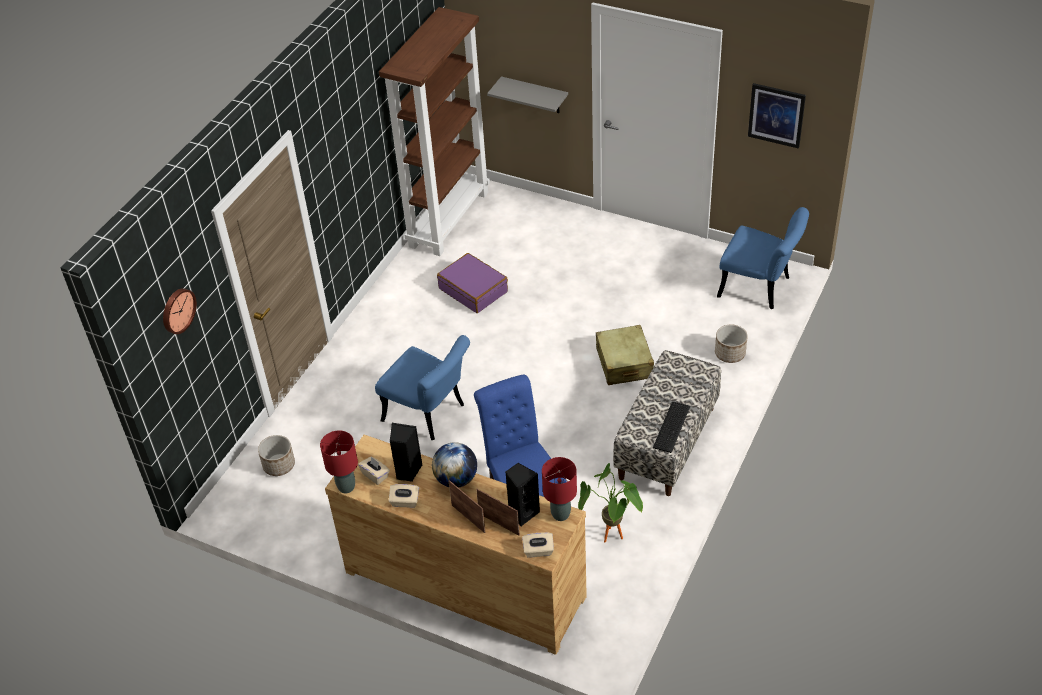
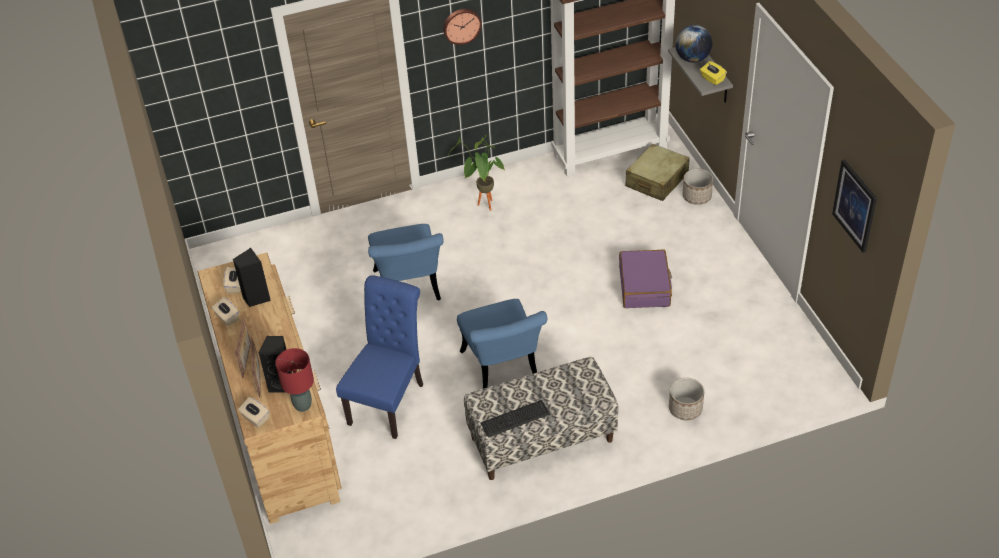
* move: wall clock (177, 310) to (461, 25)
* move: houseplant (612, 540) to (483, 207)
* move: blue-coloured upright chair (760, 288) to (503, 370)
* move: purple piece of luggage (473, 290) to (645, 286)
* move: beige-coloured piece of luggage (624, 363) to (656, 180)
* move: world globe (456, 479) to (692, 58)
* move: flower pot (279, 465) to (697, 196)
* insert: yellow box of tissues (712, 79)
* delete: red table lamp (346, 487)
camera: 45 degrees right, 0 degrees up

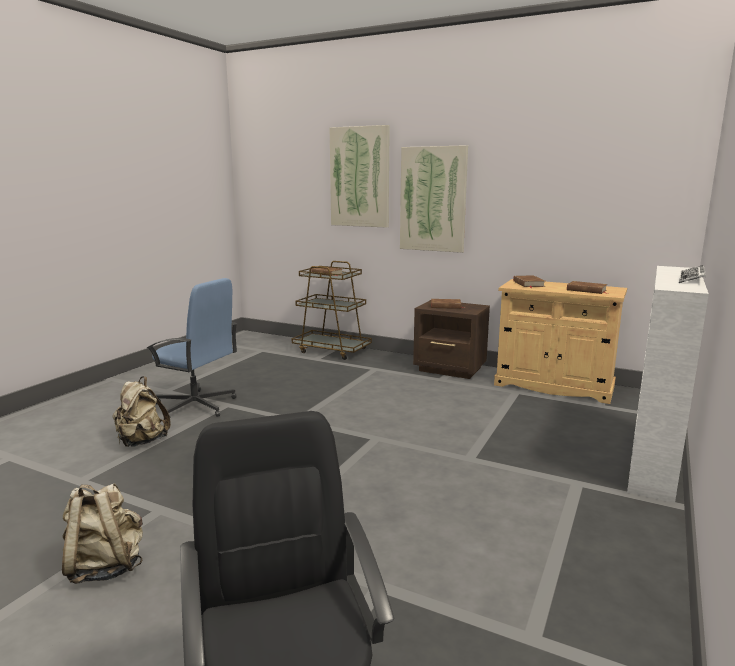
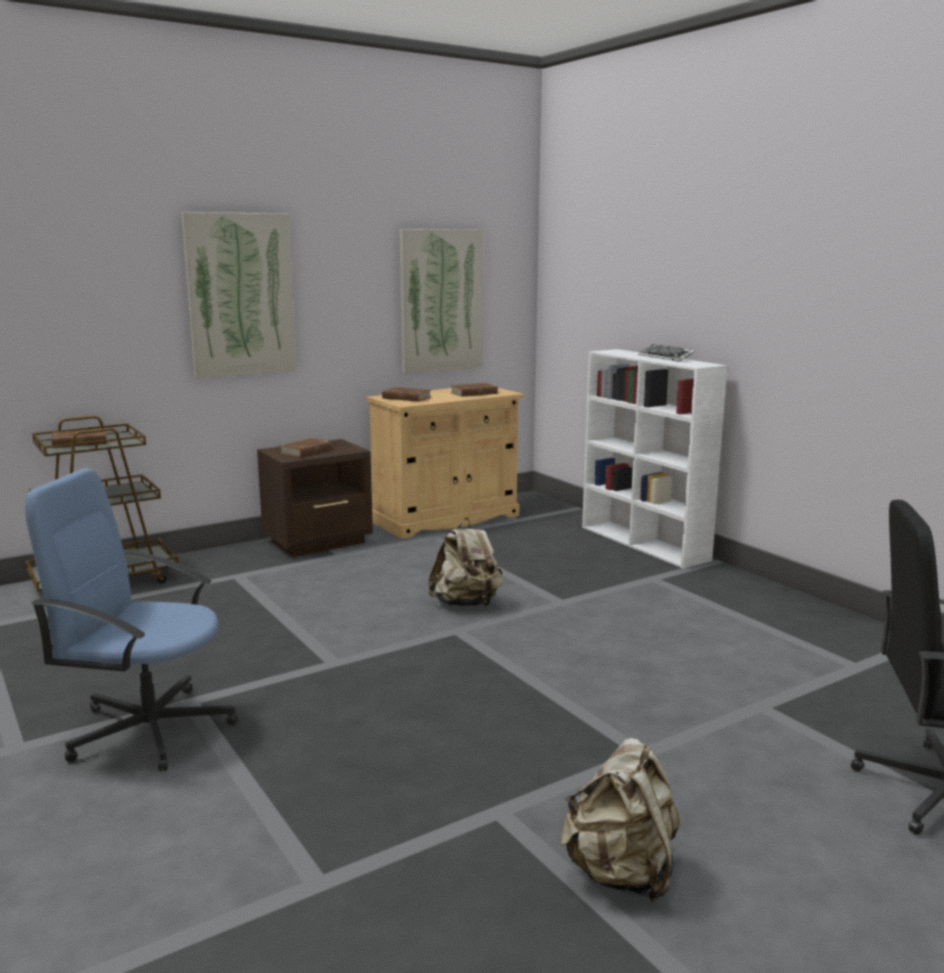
* rotate: blue-coloured office chair (196, 406) = (148, 729) 135 degrees counterclockwise
* move: wall picture (359, 177) to (441, 301)
* move: beige-coloured rucksack (141, 442) to (466, 604)
camera: 60 degrees left, 0 degrees up

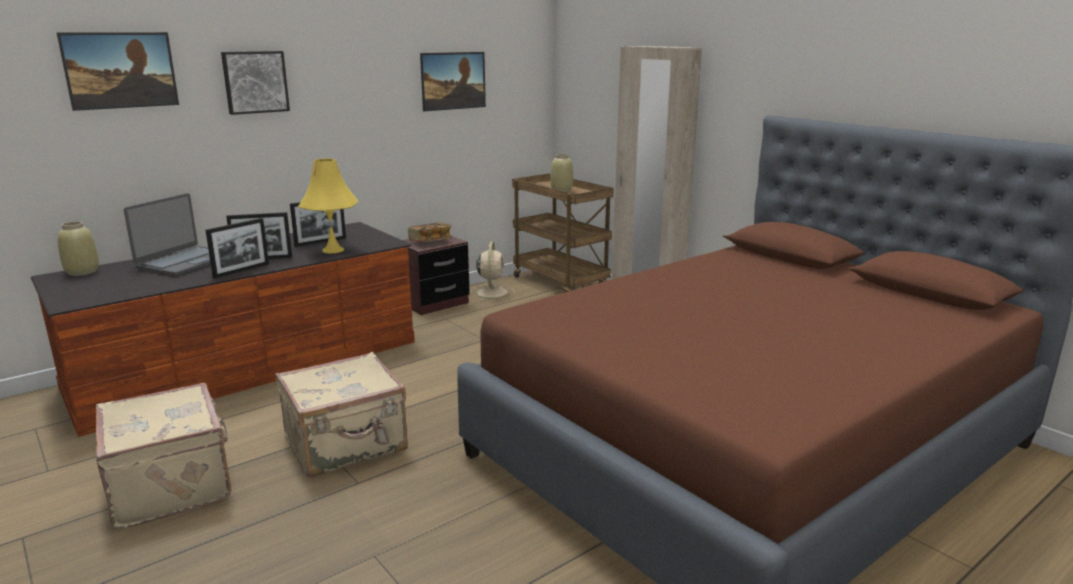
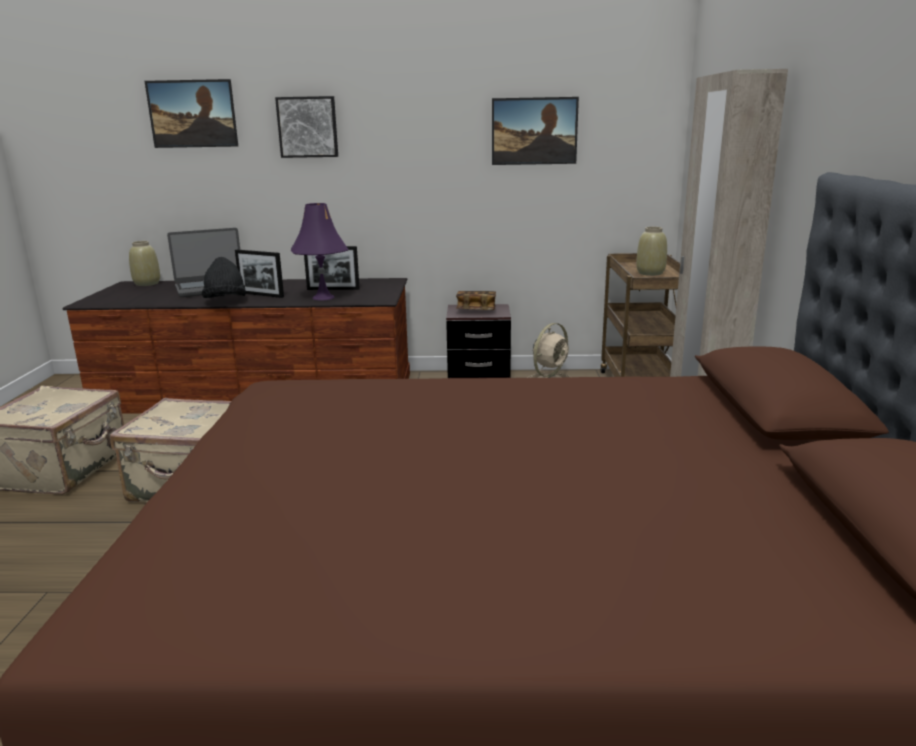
* replace: standing frame (241, 270) to black hat (225, 301)
* recolor: yellow table lamp (333, 250) to purple table lamp (323, 297)
camera: 40 degrees right, 0 degrees up

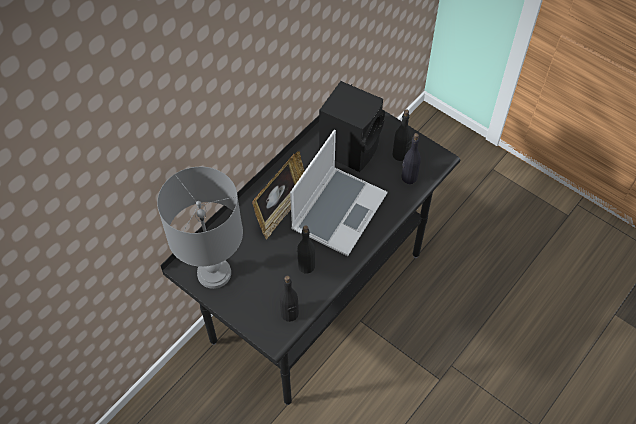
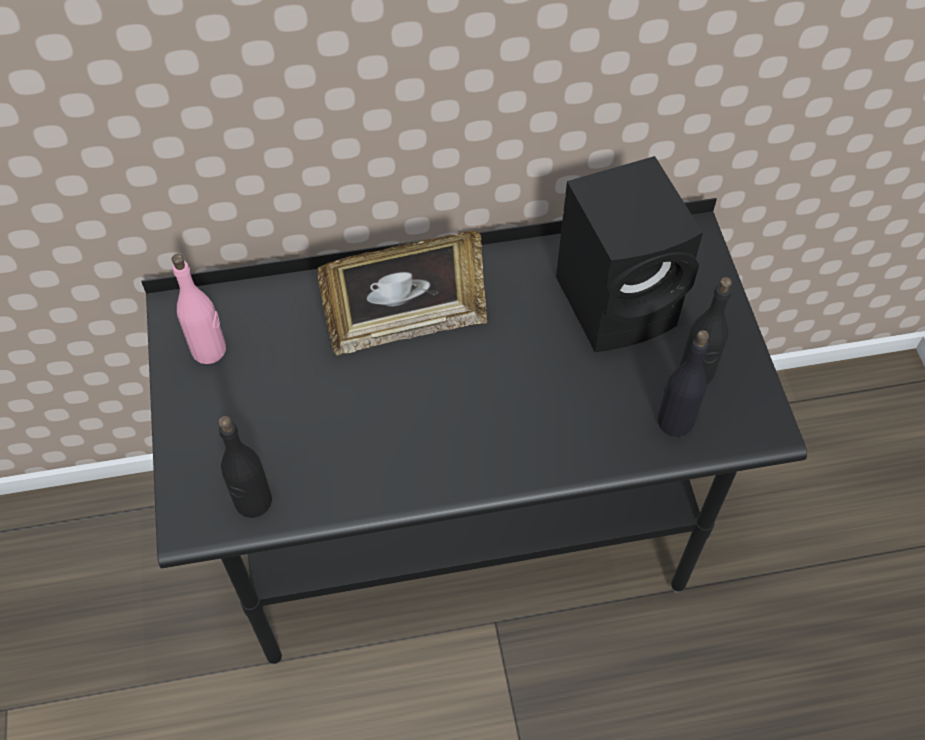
* replace: grey table lamp (213, 273) to pink bottle (209, 350)
* delete: notebook computer (338, 210)
* delete: black bottle (306, 266)
camera: 40 degrees right, 0 degrees up

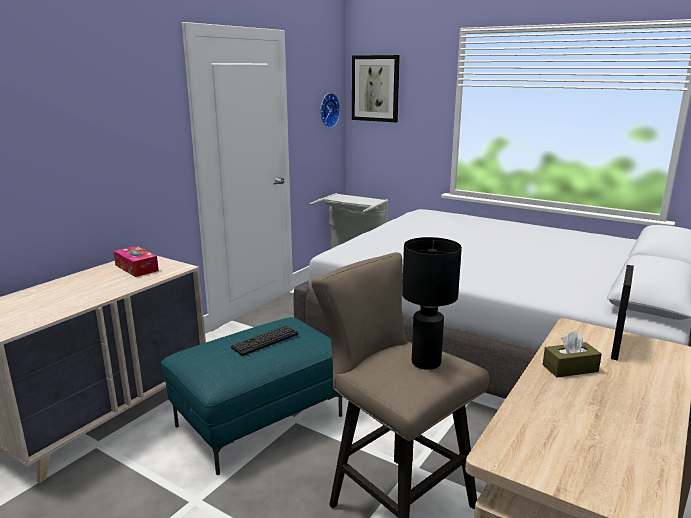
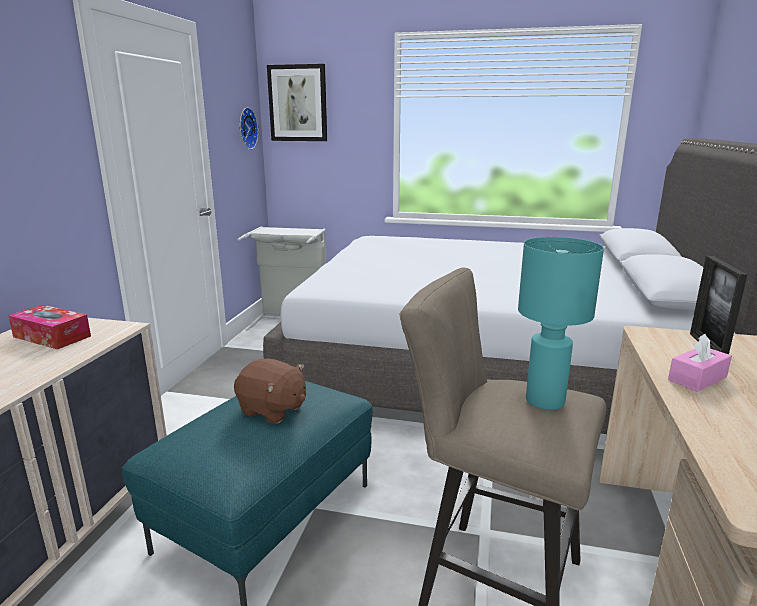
* replace: PC keyboard (265, 341) to brown soft toy (272, 410)
* recolor: black table lamp (425, 363) to turquoise-coloured table lamp (544, 401)
* recolor: brown box of tissues (570, 368) to pink box of tissues (697, 378)
camera: 20 degrees left, 0 degrees up

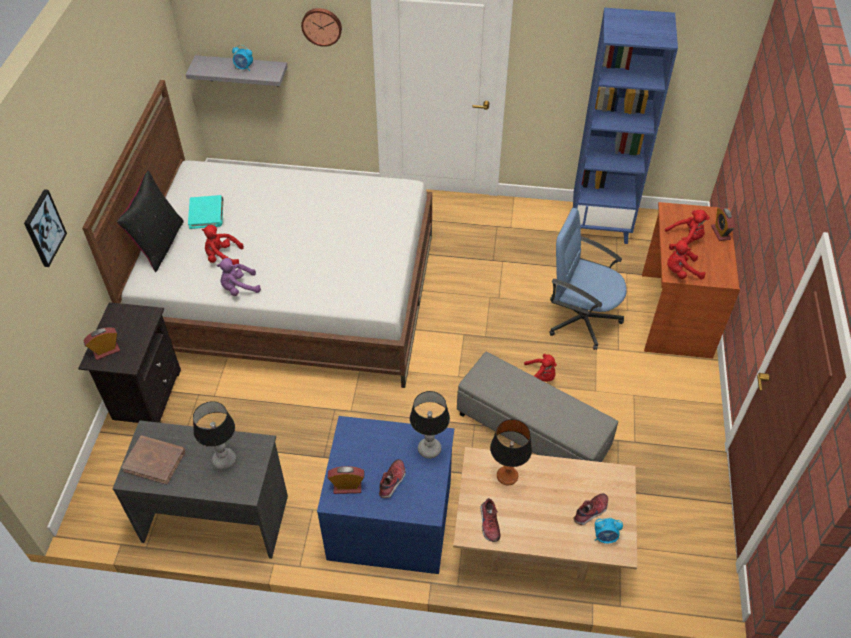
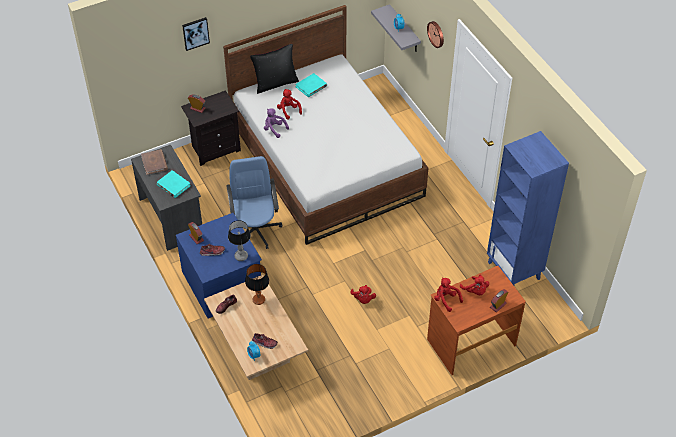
* replace: table lamp (224, 460) to turquoise-coloured bound book (173, 185)
* move: blue-coloured office chair (581, 319) to (255, 229)
* delete: grey footrest (531, 432)
camera: 55 degrees right, 0 degrees up

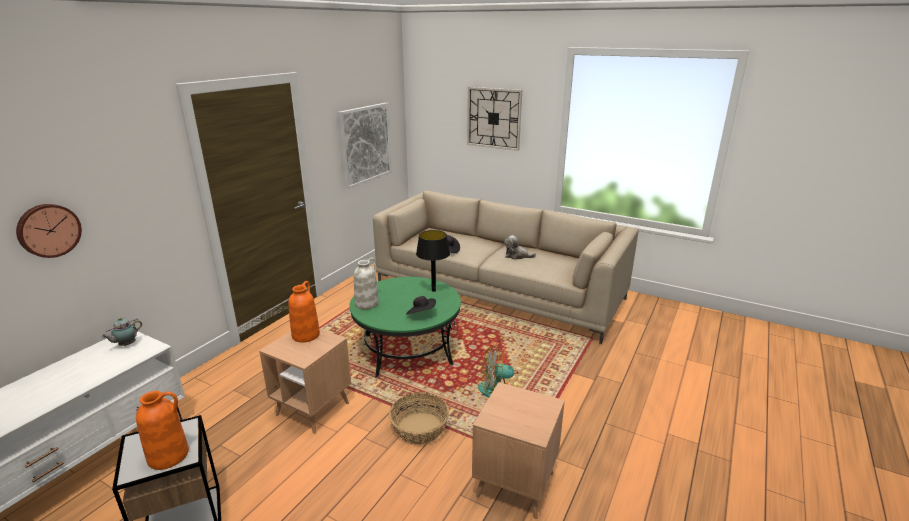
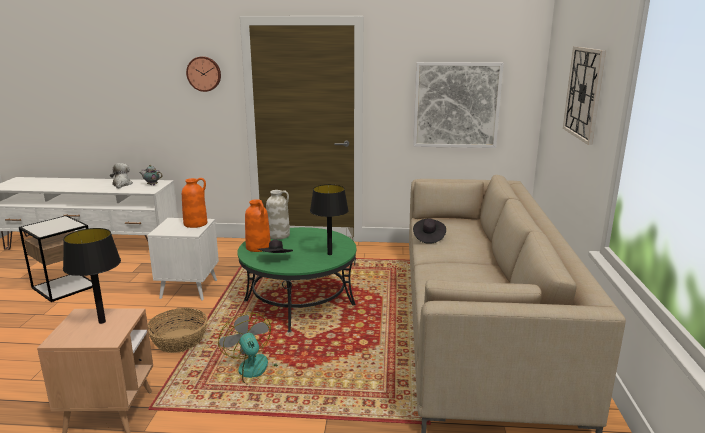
* insert: black table lamp (102, 322)
* move: soft toy (517, 256) to (121, 184)
* recolor: brown end table (313, 409) to white-coloured end table (189, 289)
* move: wall clock (48, 230) to (204, 74)
* move: orangey decorative vase (169, 455) to (258, 247)
camera: 65 degrees right, 5 degrees down

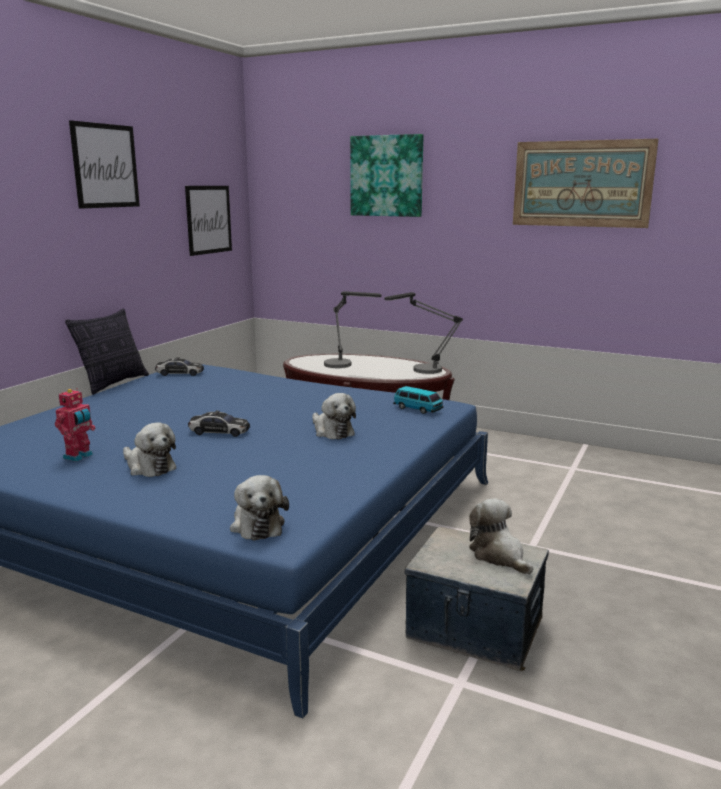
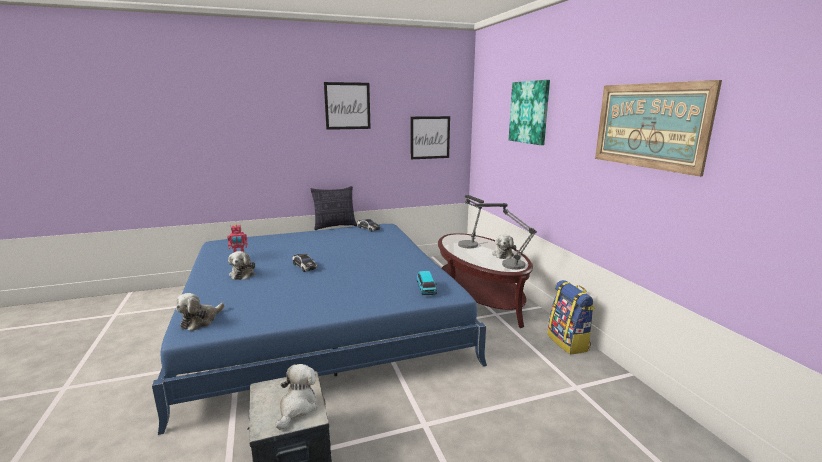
* move: soft toy (332, 431) to (503, 254)
* insert: rucksack (568, 342)
camera: 45 degrees right, 0 degrees up

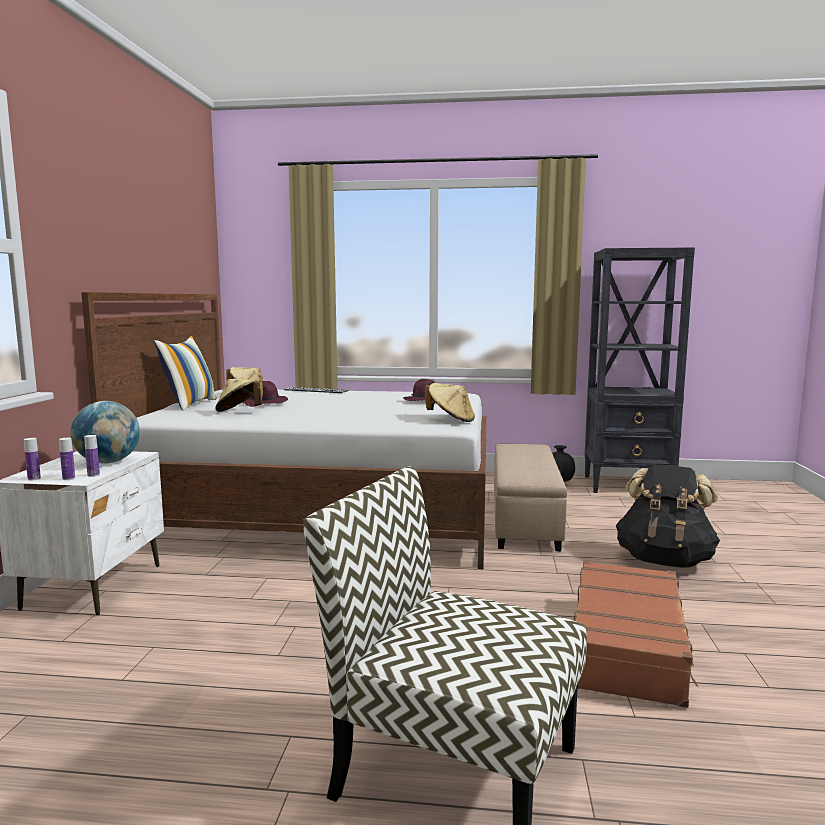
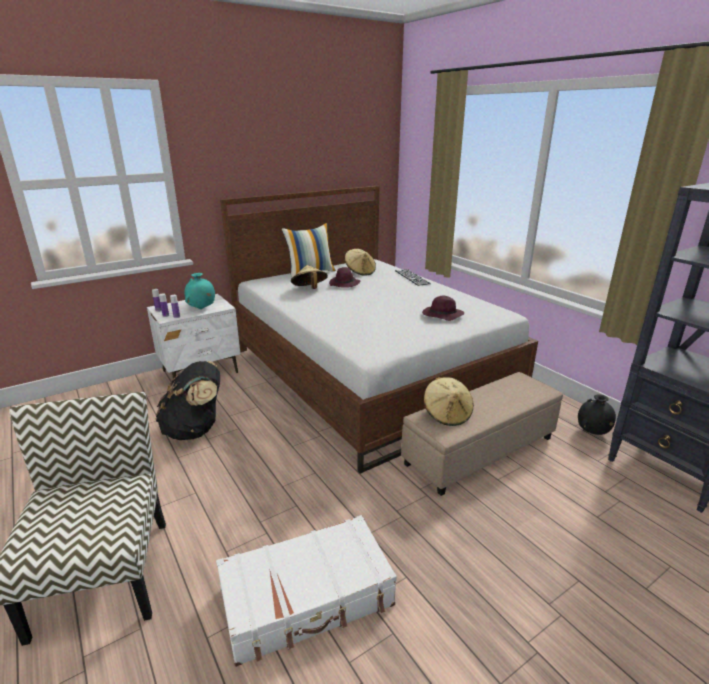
* move: black rucksack (664, 561) to (195, 430)
* replace: world globe (108, 462) to turquoise-coloured decorative vase (201, 309)
* recolor: brown piece of luggage (628, 646) to white-coloured piece of luggage (307, 598)
* move: beige-coloured hat (451, 420) to (447, 414)
camera: 50 degrees right, 15 degrees up

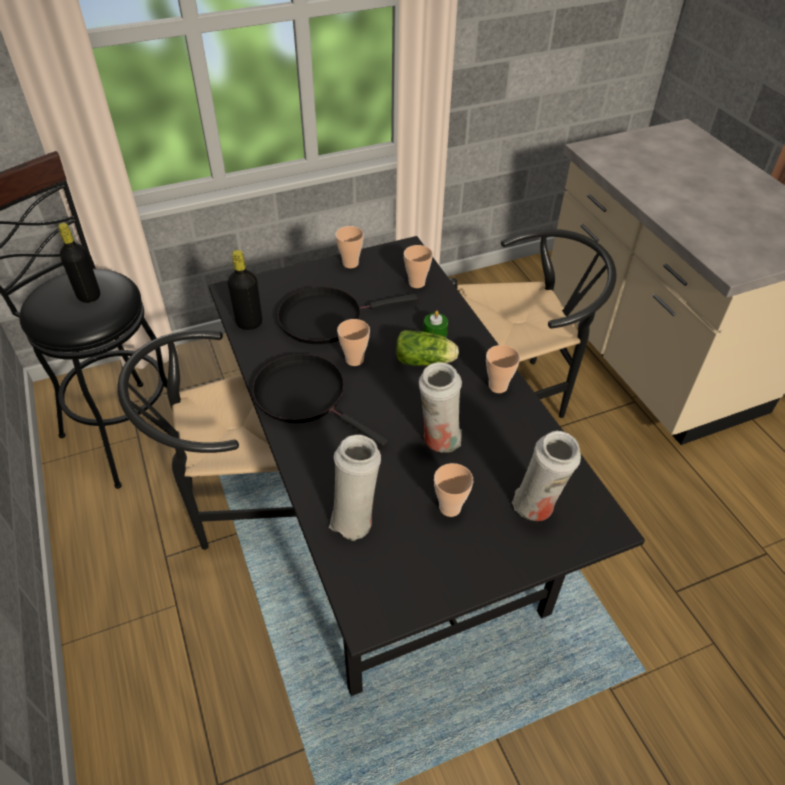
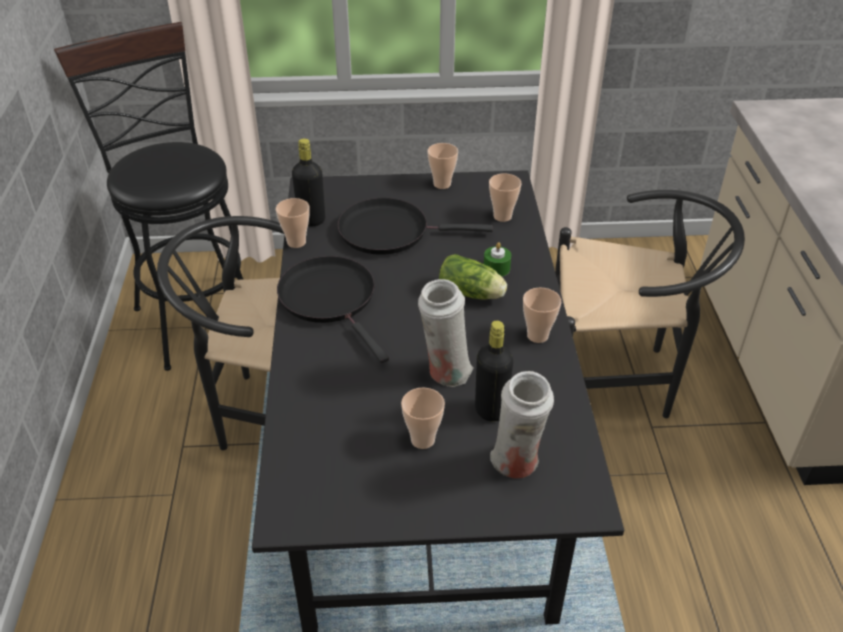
* move: small cup (354, 360) to (296, 242)
* move: black bottle (89, 296) to (491, 410)
* delete: white-coloured decorative vase (355, 519)
camera: 20 degrees right, 5 degrees down

